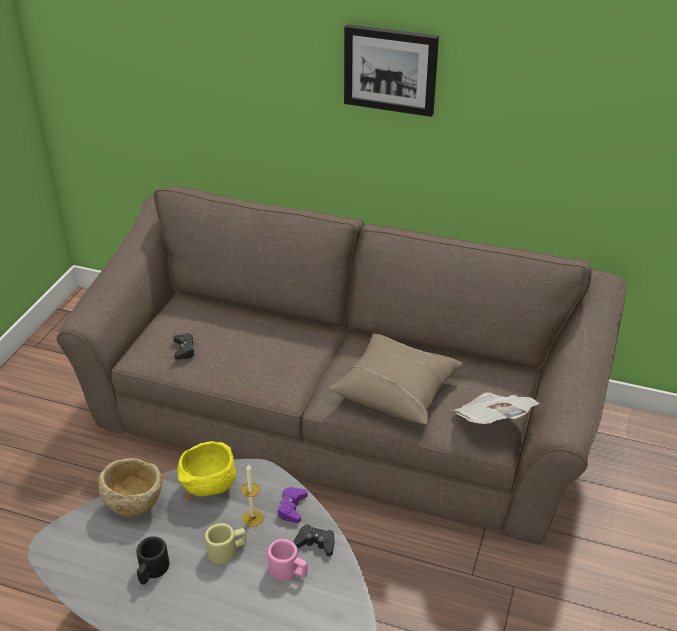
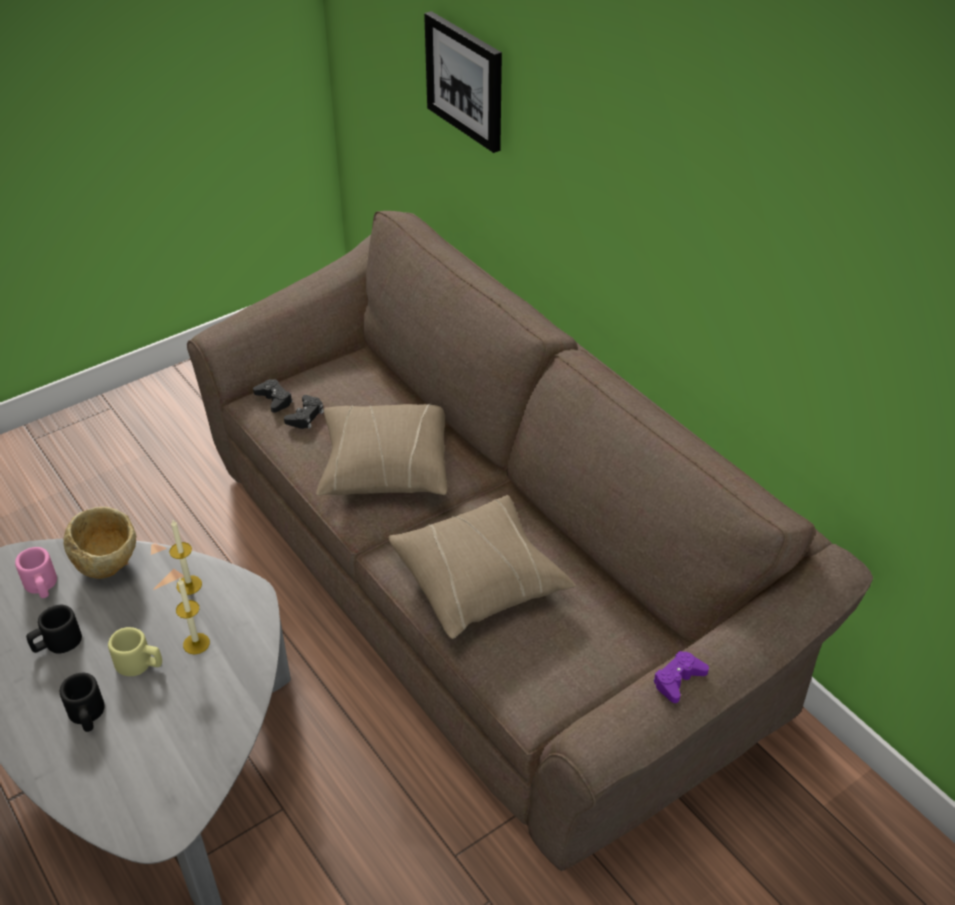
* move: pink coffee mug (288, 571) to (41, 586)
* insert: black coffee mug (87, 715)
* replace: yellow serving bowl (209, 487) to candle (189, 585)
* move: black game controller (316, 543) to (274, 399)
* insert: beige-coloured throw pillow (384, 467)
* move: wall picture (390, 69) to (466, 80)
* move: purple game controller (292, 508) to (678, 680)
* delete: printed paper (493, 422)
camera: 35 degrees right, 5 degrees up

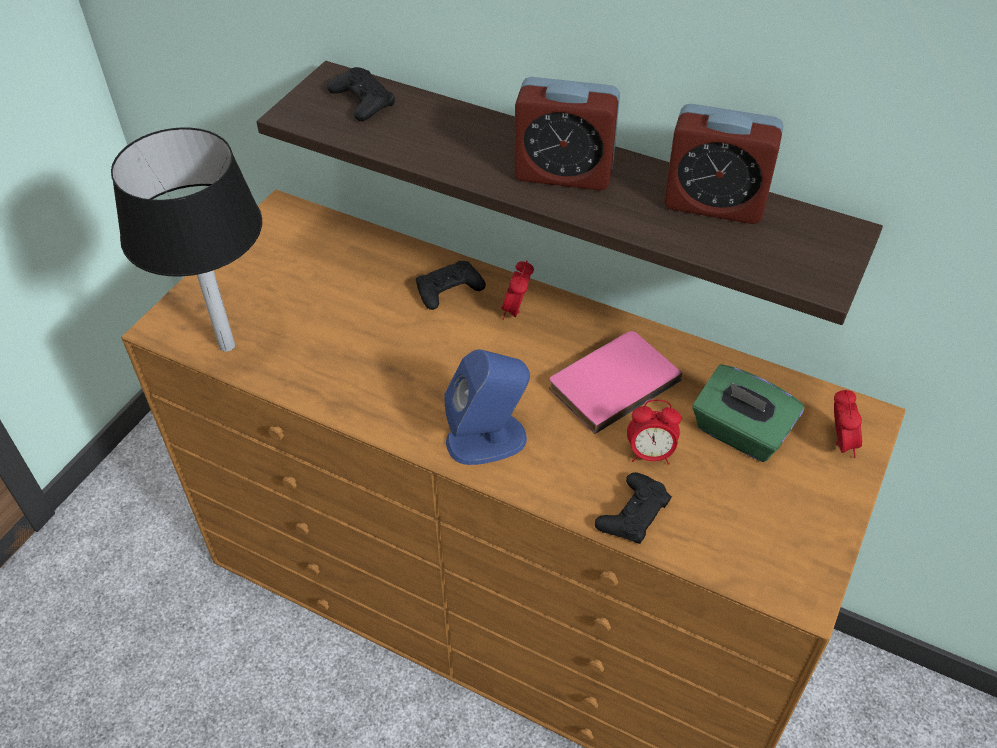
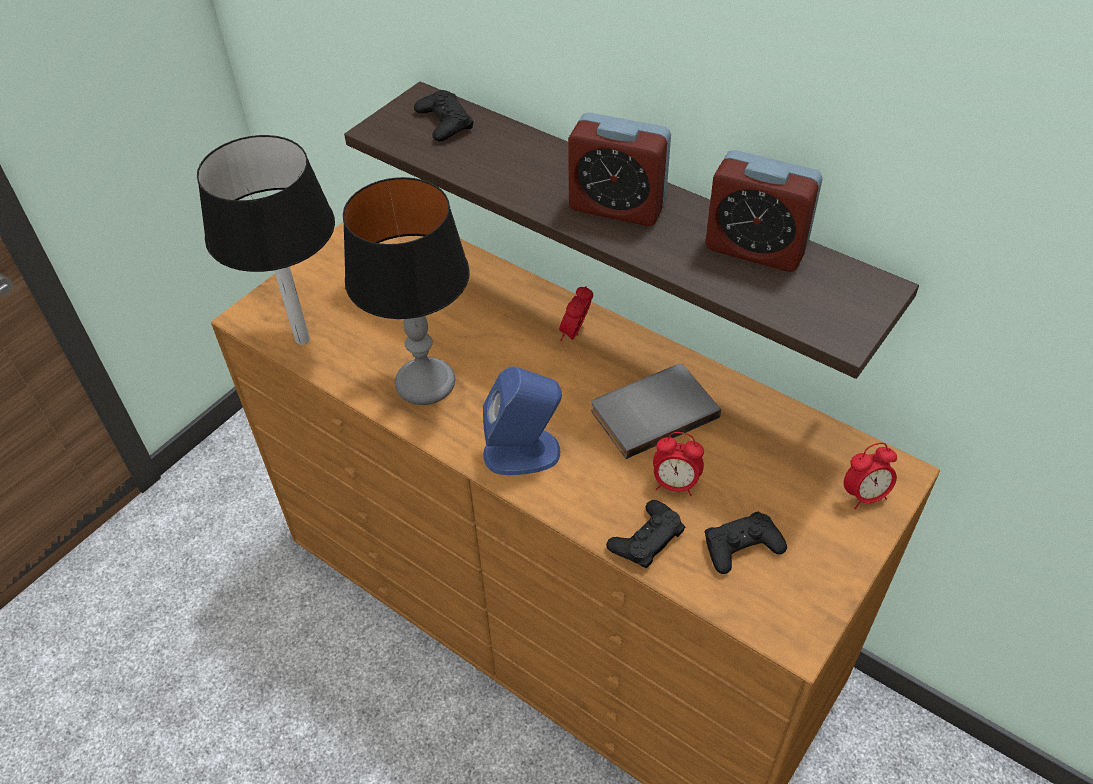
* insert: table lamp (425, 383)
* recolor: pink bound book (611, 382) to grey bound book (652, 411)
* move: black game controller (449, 289) to (742, 546)
* rotate: alarm clock (839, 443) = (864, 495) 60 degrees clockwise
* delete: green-coloured box of tissues (740, 433)
camera: 10 degrees right, 0 degrees up

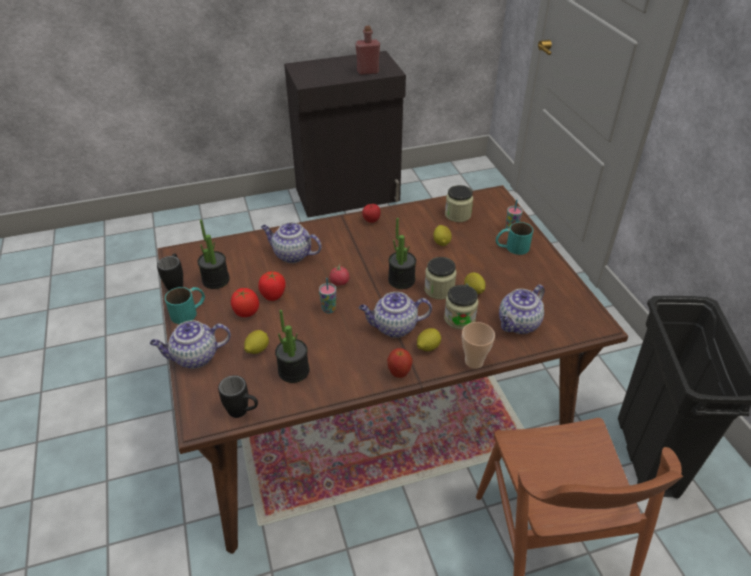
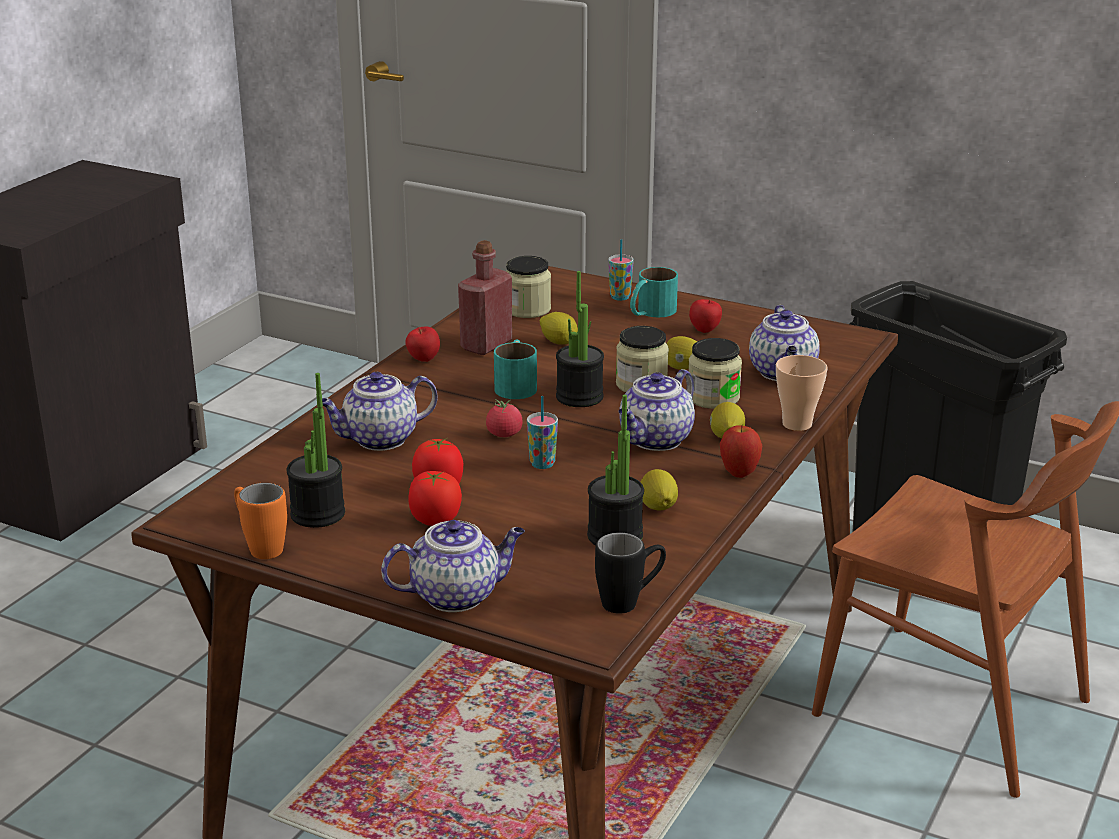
* recolor: black coffee mug (176, 283) to orangey coffee mug (260, 546)
* rotate: teapot (194, 357) = (457, 595) 135 degrees counterclockwise
* move: red bottle (368, 71) to (486, 345)
* move: turquoise-coloured coffee mug (189, 311) to (516, 384)
* move: lemon (257, 349) to (658, 508)
* insert: apple fruit (705, 331)
camera: 45 degrees left, 15 degrees down

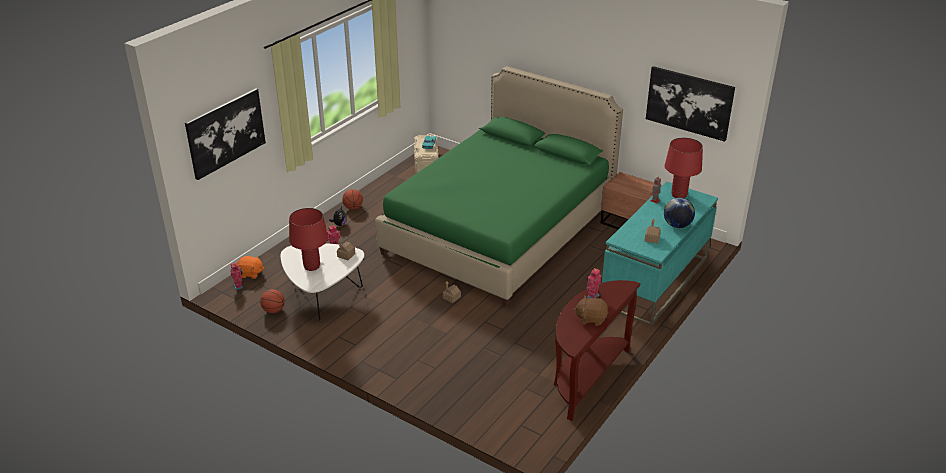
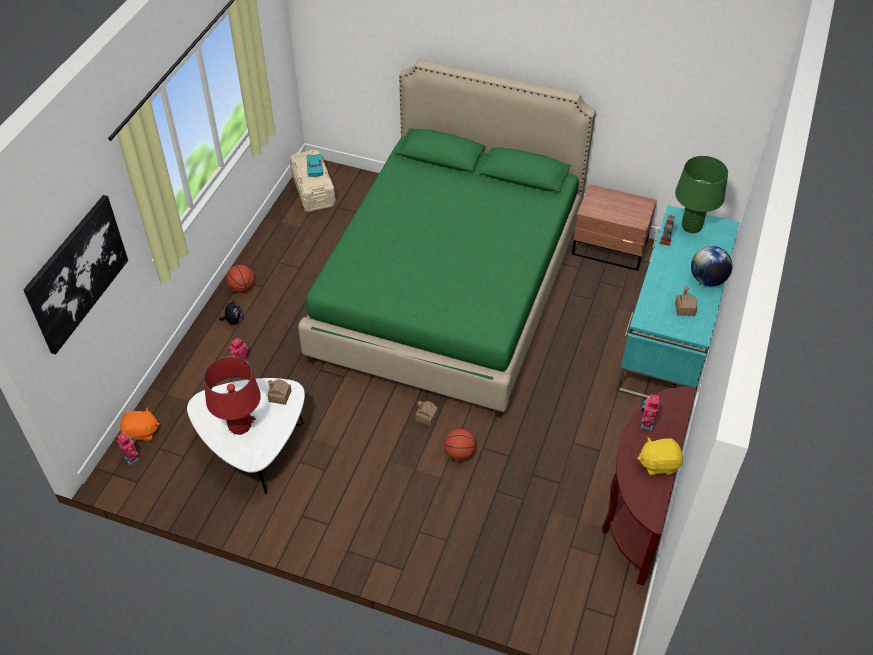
* move: basketball ball (274, 310) to (459, 453)
* recolor: brown soft toy (591, 319) to yellow soft toy (658, 464)
* recolor: red table lamp (679, 195) to green-coloured table lamp (691, 227)
* delete: wall picture (689, 103)
camera: 15 degrees left, 15 degrees up

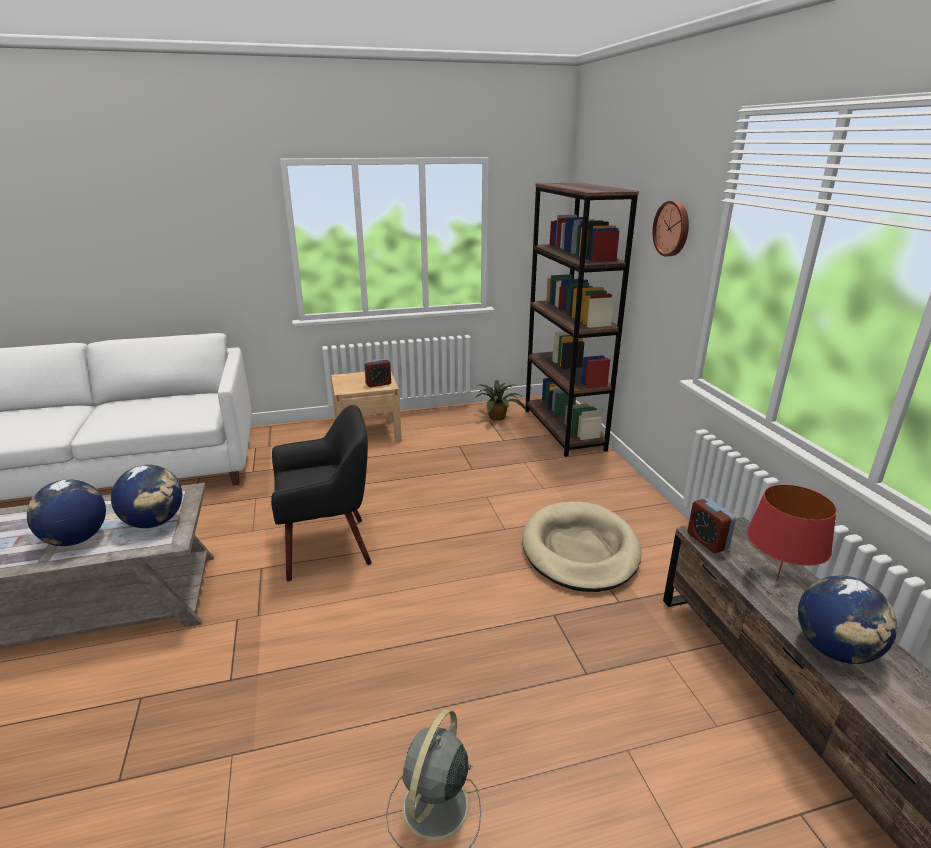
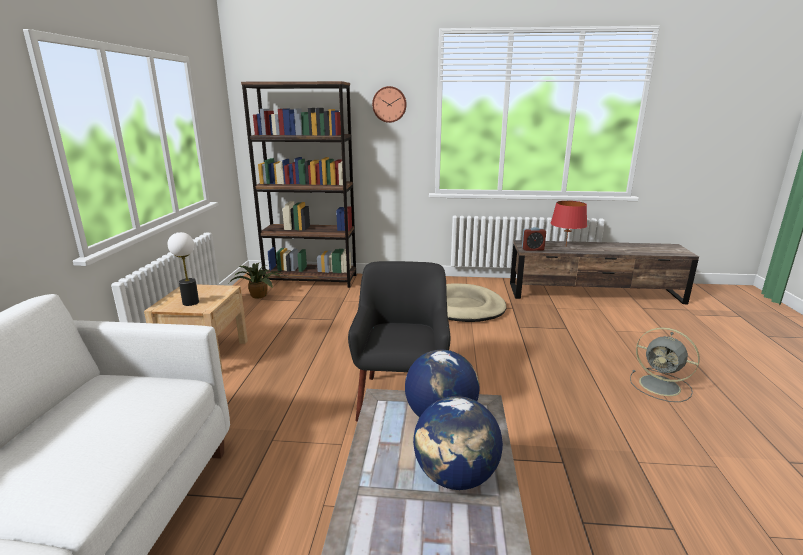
* insert: table lamp (191, 302)
* delete: alarm clock (378, 384)
* delete: world globe (835, 650)
camera: 70 degrees left, 5 degrees down

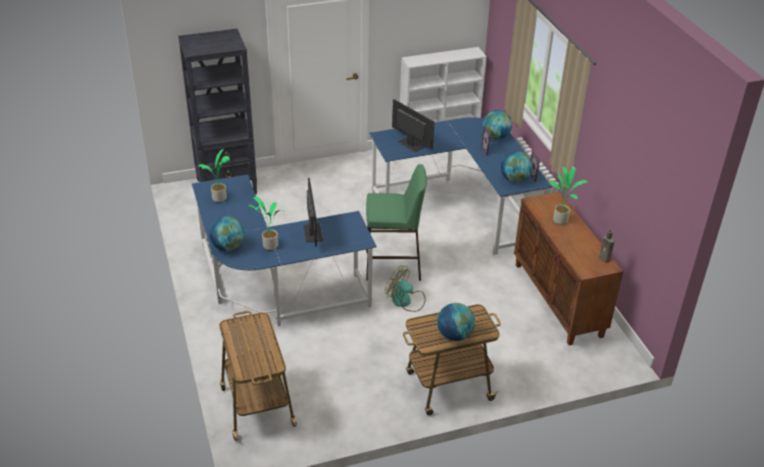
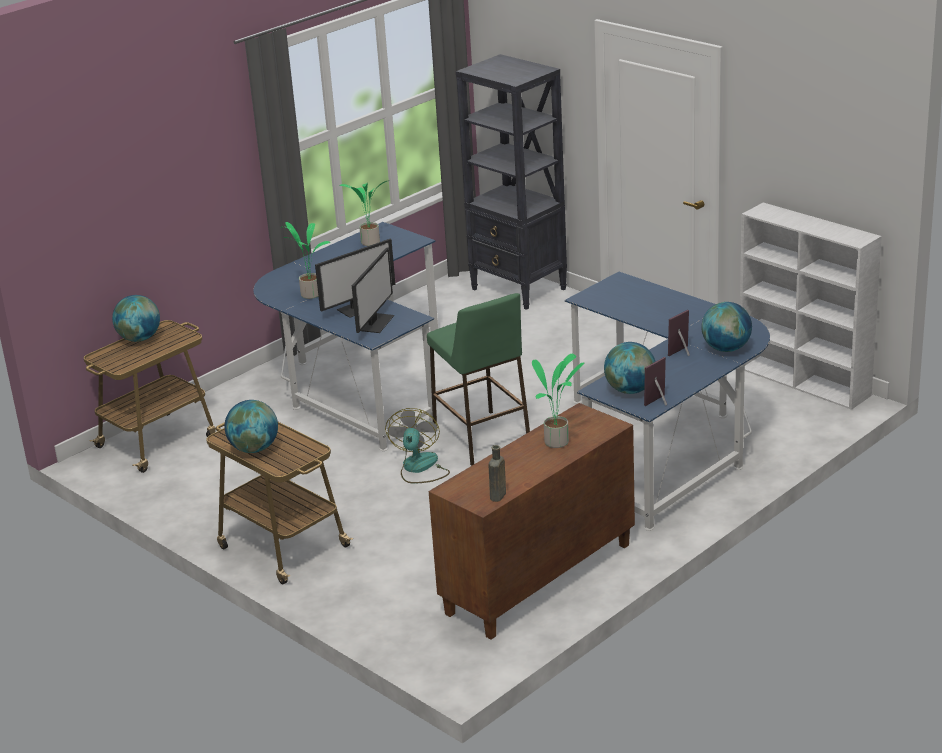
* move: world globe (228, 247) to (139, 339)
* move: computer screen (411, 144) to (375, 322)
camera: 65 degrees right, 10 degrees down

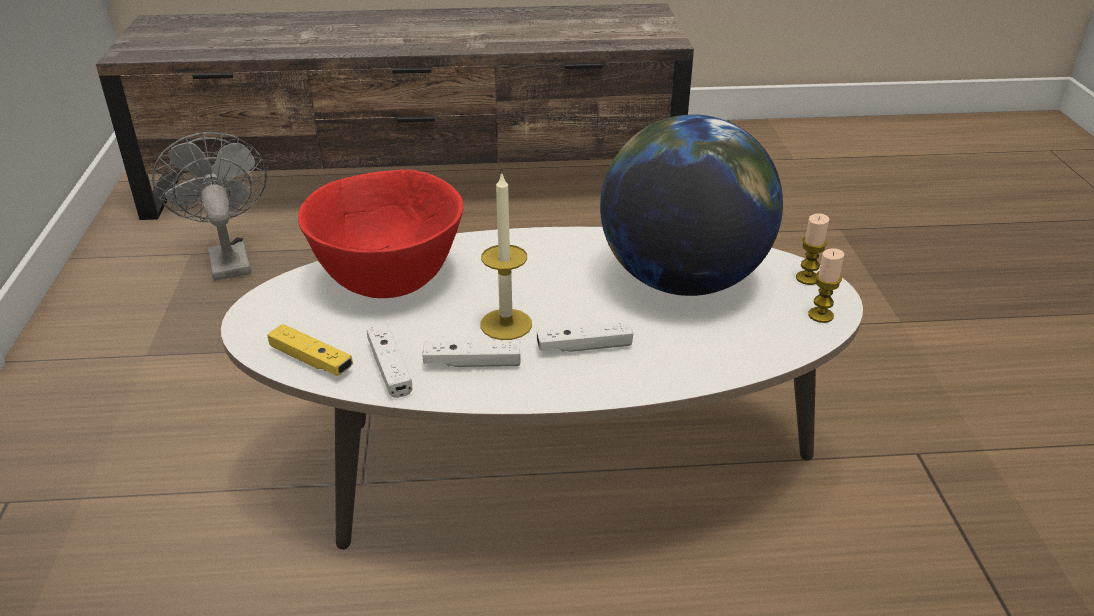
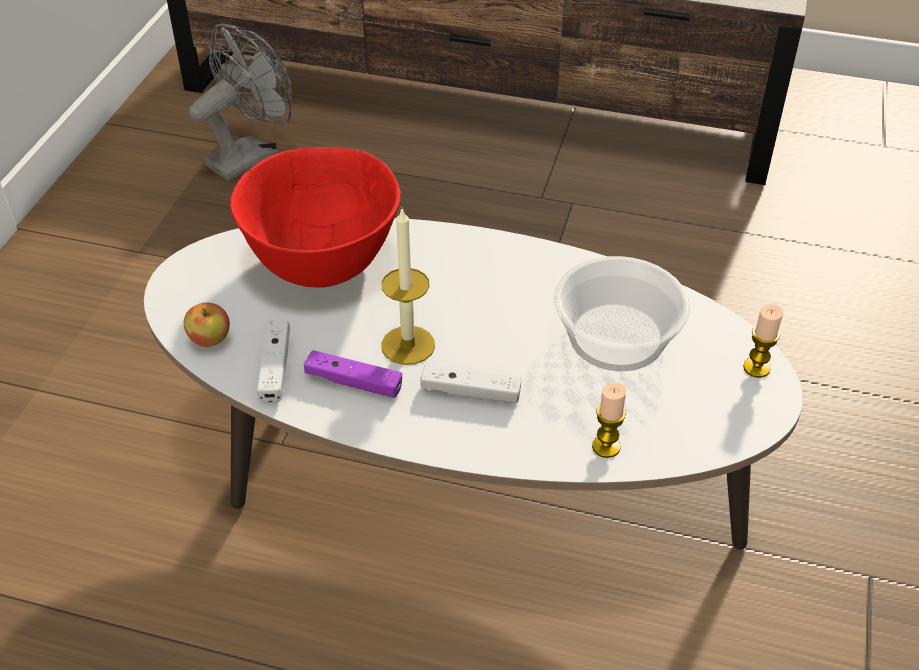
* replace: yellow game controller (311, 360) to apple fruit (210, 339)
* rotate: grey cooling fan (227, 258) = (250, 155) 45 degrees clockwise
* recolor: white-coloured game controller (472, 363) to purple game controller (354, 382)
* replace: world globe (682, 280) to serving bowl (616, 335)
* move: candle (820, 315) to (606, 447)
camera: 20 degrees right, 10 degrees up

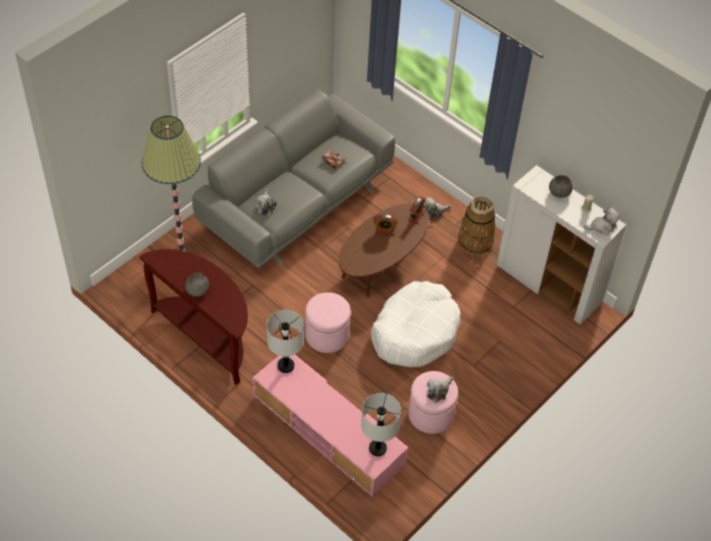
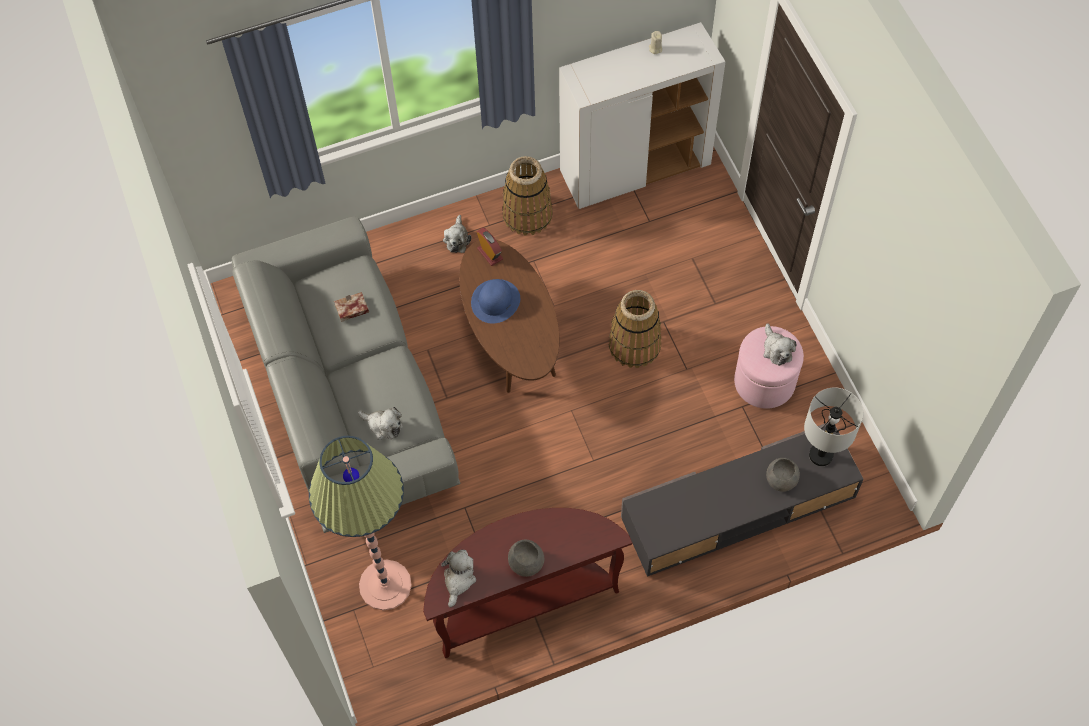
* move: soft toy (602, 227) to (458, 579)
* replace: alarm clock (384, 230) to blue-coloured hat (495, 301)
* replace: white-coloured dog bed (415, 332) to storage basket (635, 345)
* recolor: pink media console (328, 430) to grey media console (738, 508)
* move: grey serving bowl (559, 192) to (781, 480)
* delete: grey table lamp (285, 366)
* delete: pink footrest (327, 335)
camera: 60 degrees left, 10 degrees up

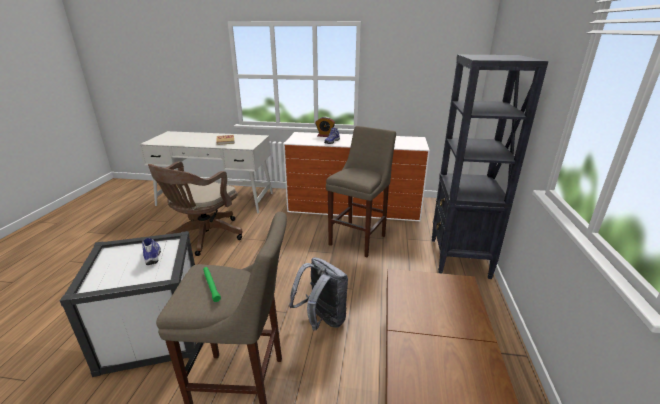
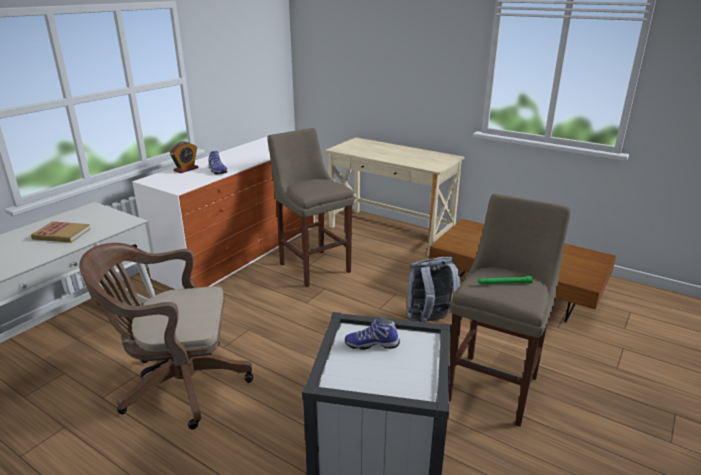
* rotate: brown office chair (204, 237) = (178, 384) 120 degrees clockwise
* replace: black bookcase (459, 258) to beige-coloured desk (390, 231)
camera: 65 degrees left, 0 degrees up

